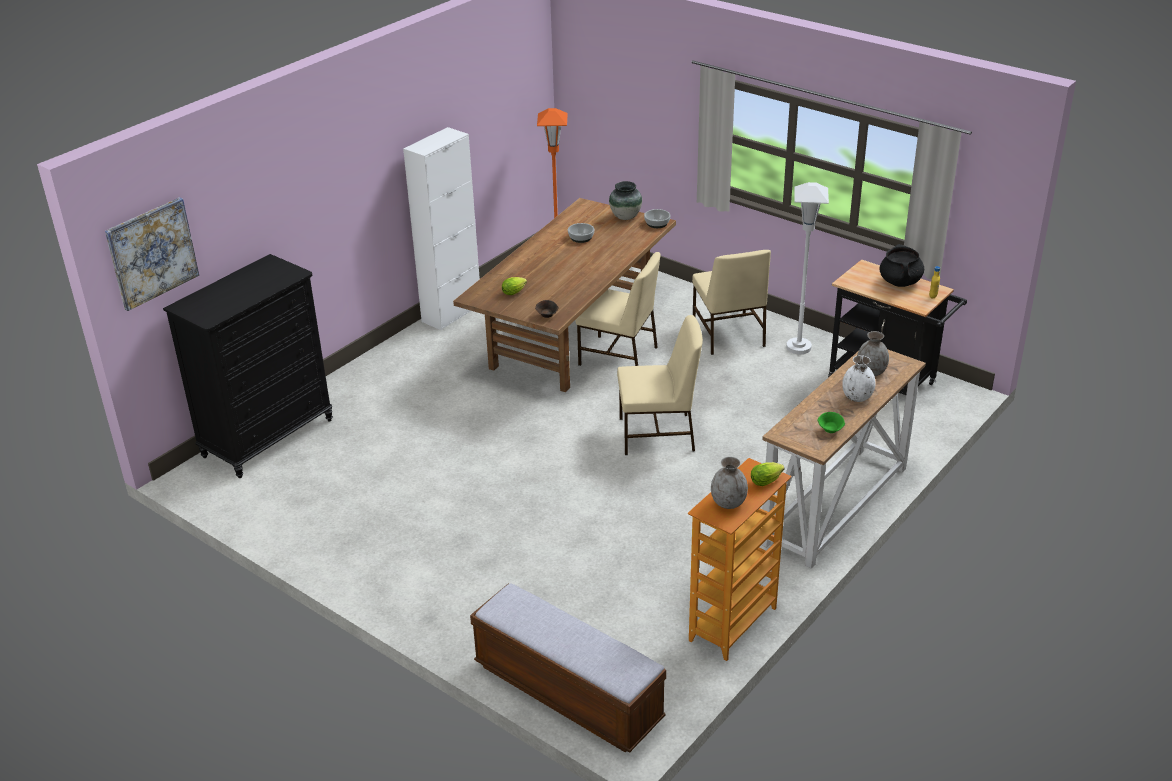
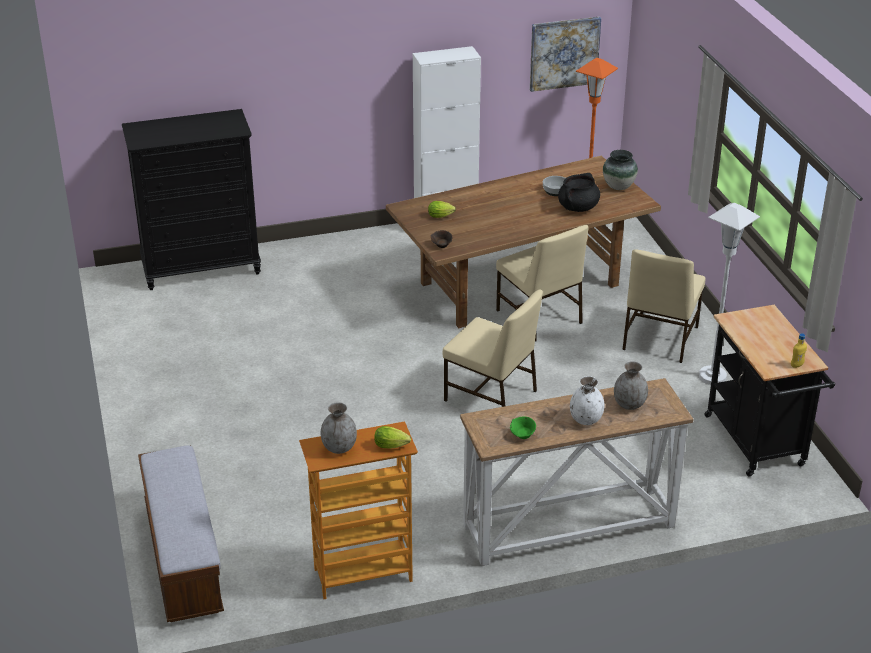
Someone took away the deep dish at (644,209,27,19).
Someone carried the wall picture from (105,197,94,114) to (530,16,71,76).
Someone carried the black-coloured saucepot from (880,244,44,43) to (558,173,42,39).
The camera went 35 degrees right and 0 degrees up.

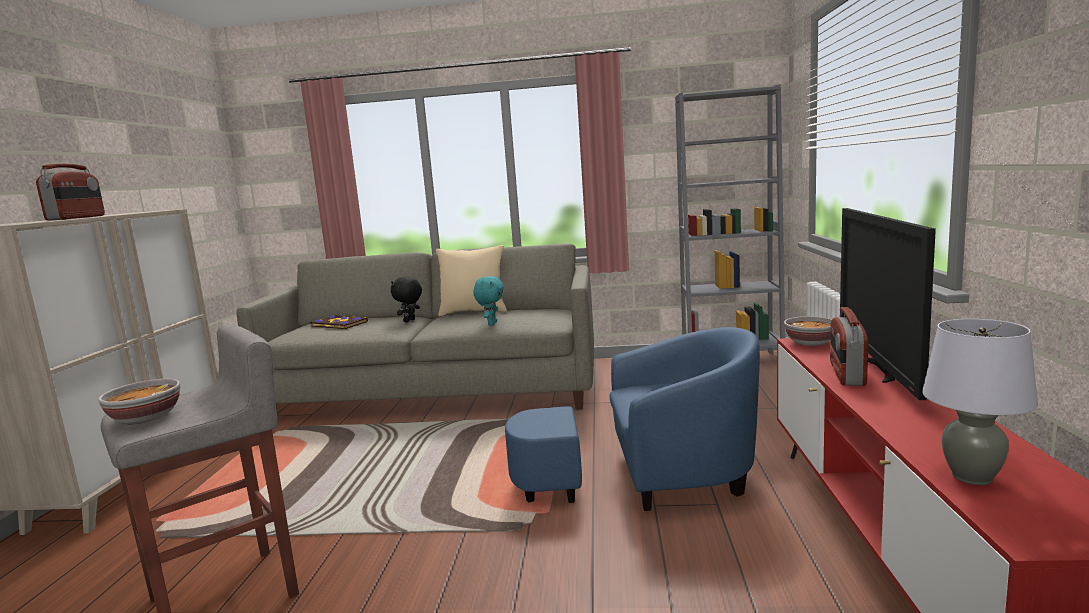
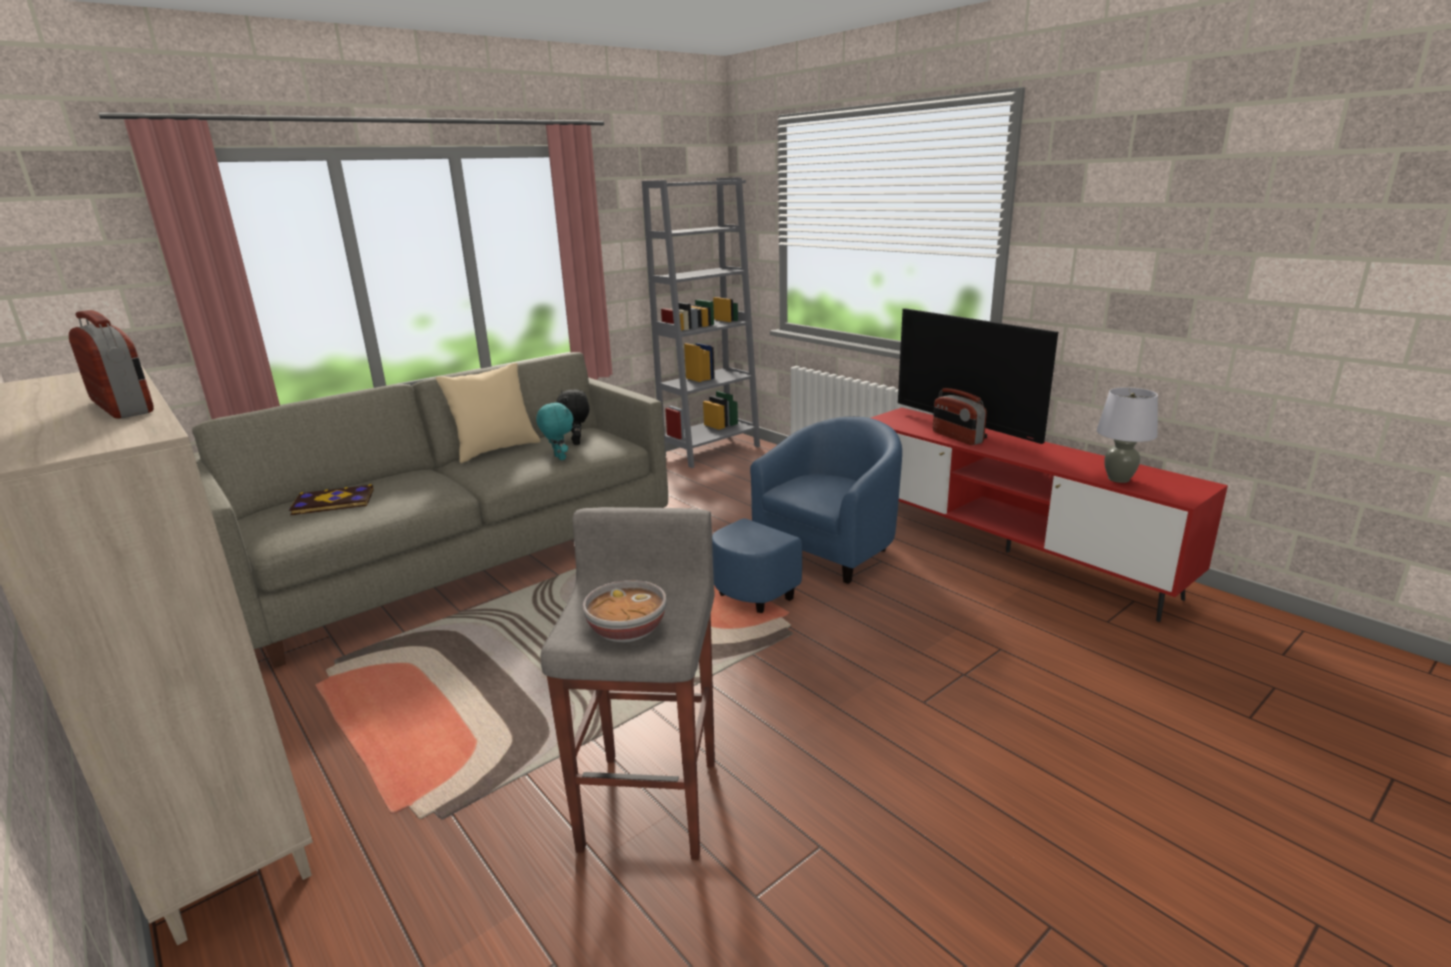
Someone took away the deep dish at (784,316,48,30).
Someone carried the black-coloured plush toy from (391,276,31,46) to (557,389,32,56).
The camera went 45 degrees left and 10 degrees up.

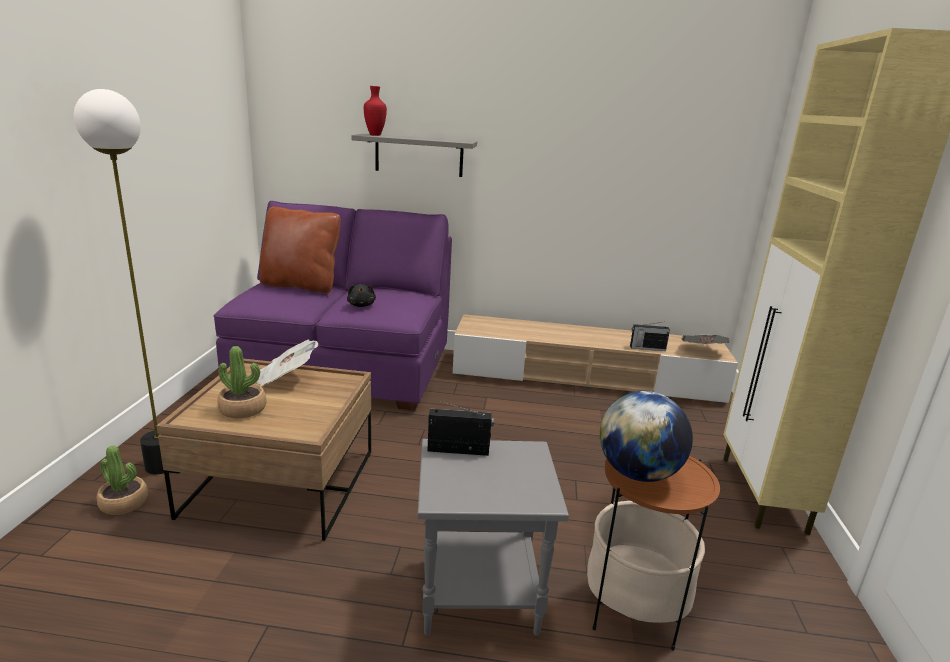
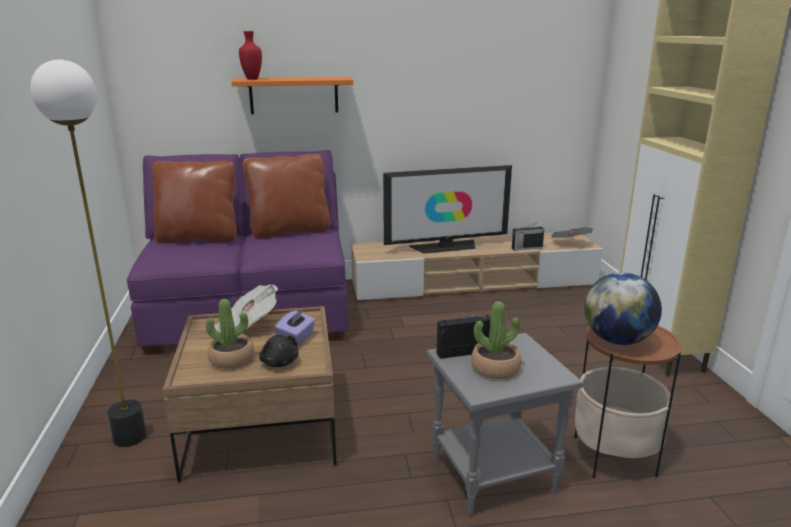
Someone put down the brown-coloured pillow at (243,154,88,84).
Someone put down the purplish box of tissues at (275,309,40,38).
Someone put down the TV at (383,165,129,88).
Someone carried the potted plant from (97,445,51,70) to (471,301,51,78).
Someone carried the black-coloured plush toy from (347,284,29,23) to (259,335,40,32).
Someone repainted the grey wall shelf at (352,133,125,44), which became the orange wall shelf at (232,77,121,37).
The camera went 15 degrees left and 0 degrees up.

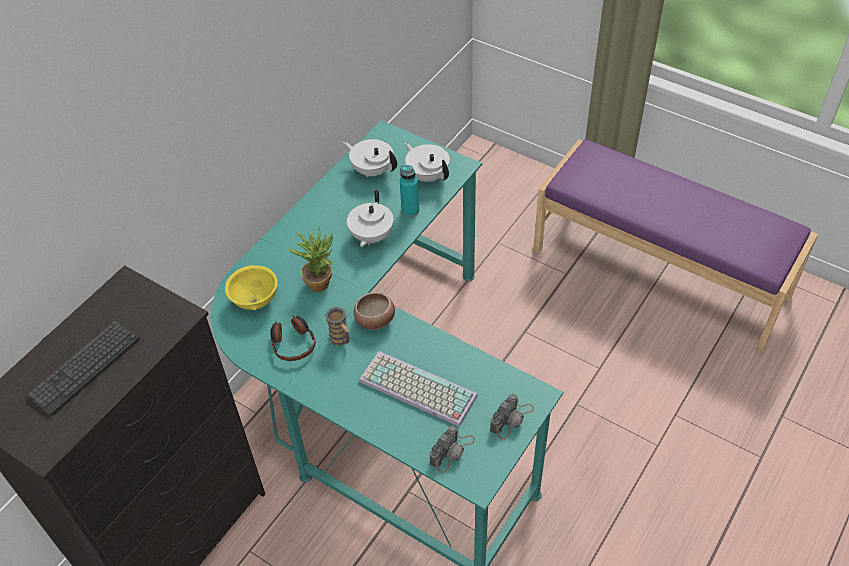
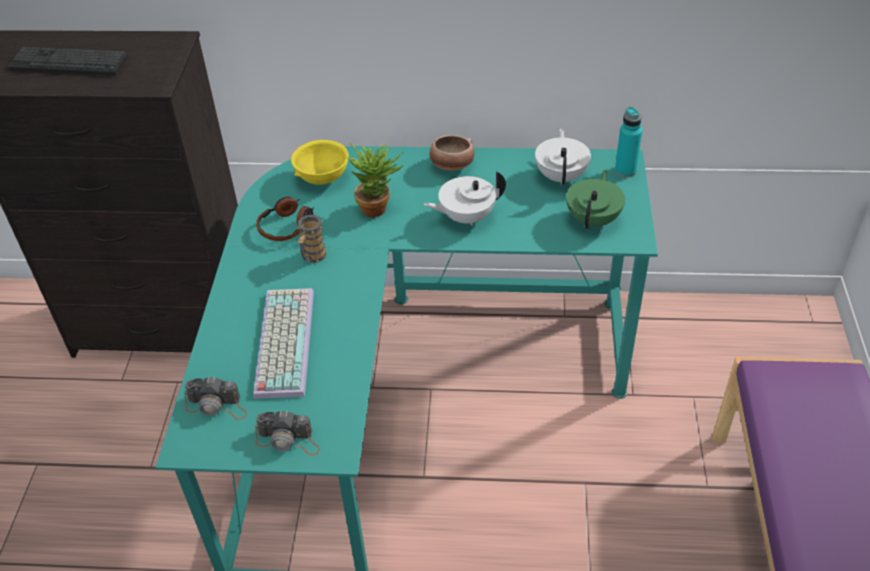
Someone carried the deep dish from (354,290,41,40) to (429,135,45,35).
Someone carried the turquoise drink bottle from (400,165,19,52) to (615,107,27,71).
Someone repainted the whitish pot for tea at (405,142,45,40), which became the greenish pot for tea at (566,170,59,59).
The camera went 60 degrees right and 5 degrees down.

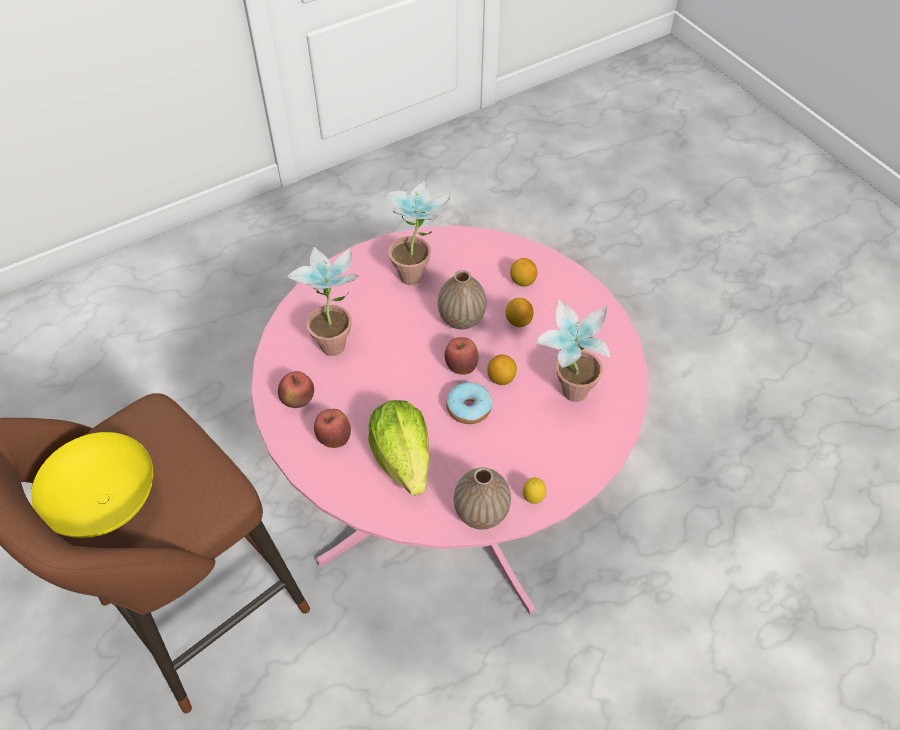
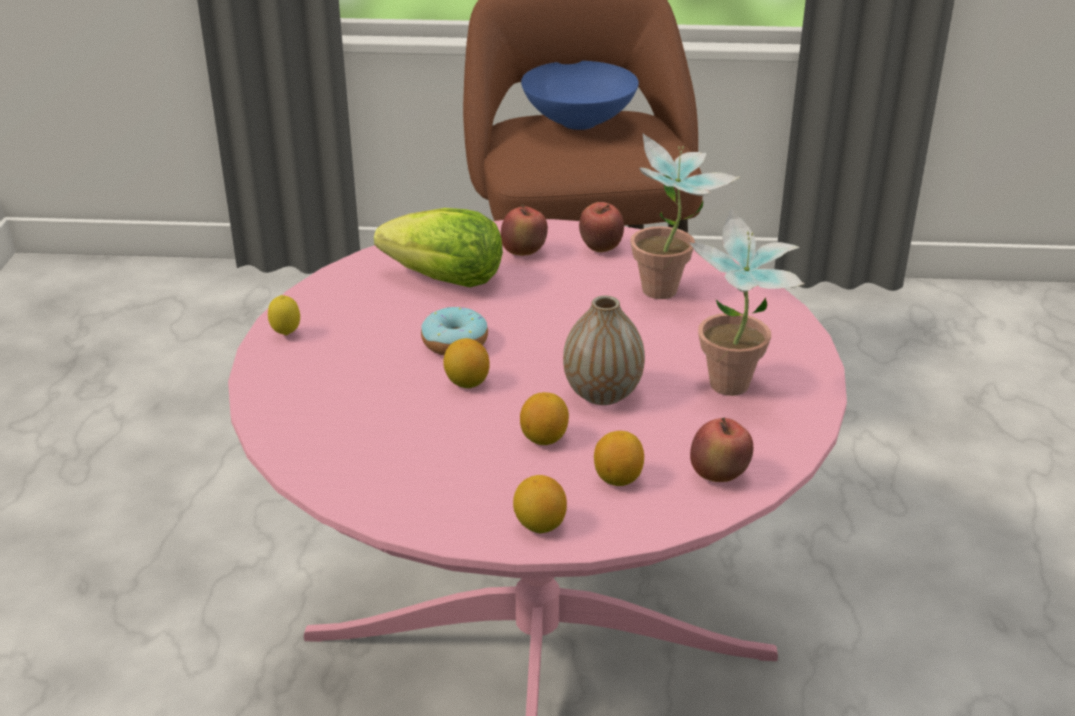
Someone took away the vase at (454,467,57,62).
Someone took away the potted plant at (535,300,76,102).
Someone put down the lemon at (513,475,54,58).
Someone carried the apple fruit from (445,337,34,38) to (690,417,63,65).
Someone repainted the yellow-coloured deep dish at (31,432,122,106), which became the blue-coloured deep dish at (521,61,118,69).
The camera went 125 degrees right and 20 degrees down.

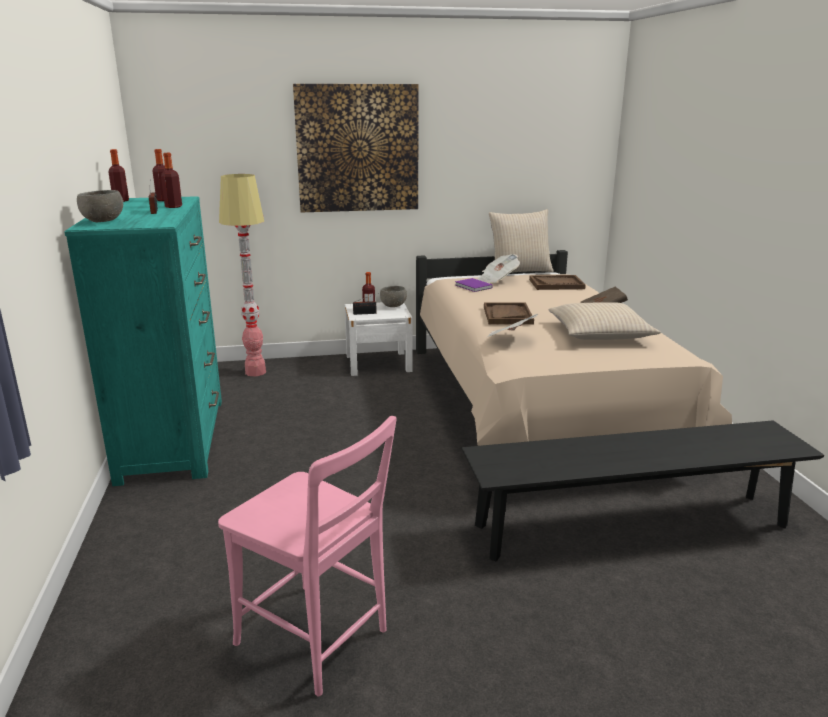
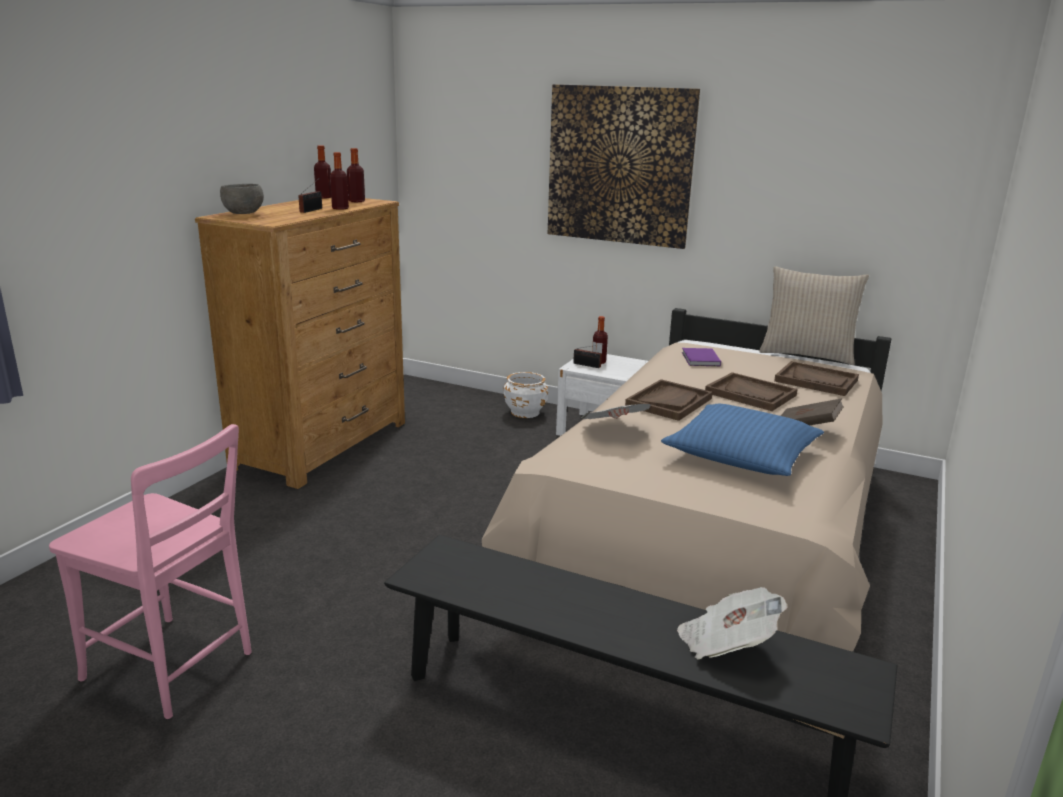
Someone took away the floor lamp at (219,174,47,202).
Someone took away the grey deep dish at (380,286,27,21).
Someone put down the whitish planter at (503,372,45,46).
Someone put down the brown-coloured carrying tray at (705,372,93,39).
Someone carried the daily paper from (477,254,43,29) to (677,587,110,73).
Someone repainted the turquoise chest of drawers at (64,196,158,290), which became the brown-coloured chest of drawers at (195,198,210,291).
Someone repainted the beige-coloured pillow at (548,302,113,38), which became the blue-coloured pillow at (661,404,163,72).
Someone rotated the pinkish upright chair at (218,416,178,280) by 45 degrees counterclockwise.
The camera went 35 degrees right and 0 degrees up.

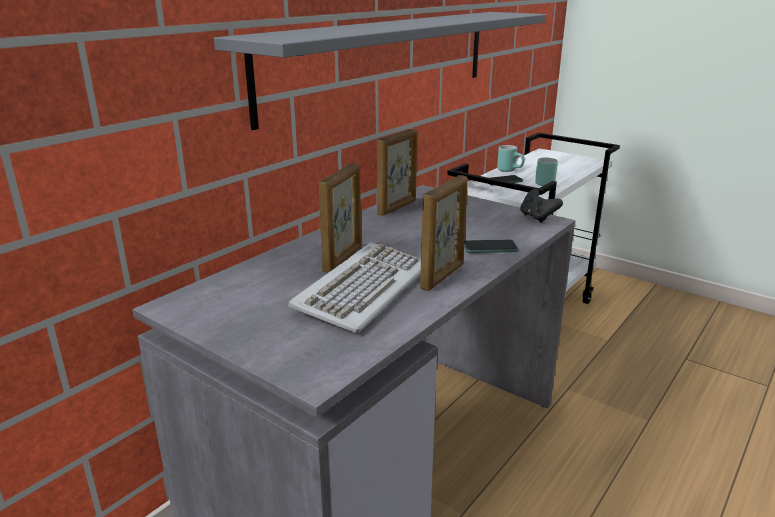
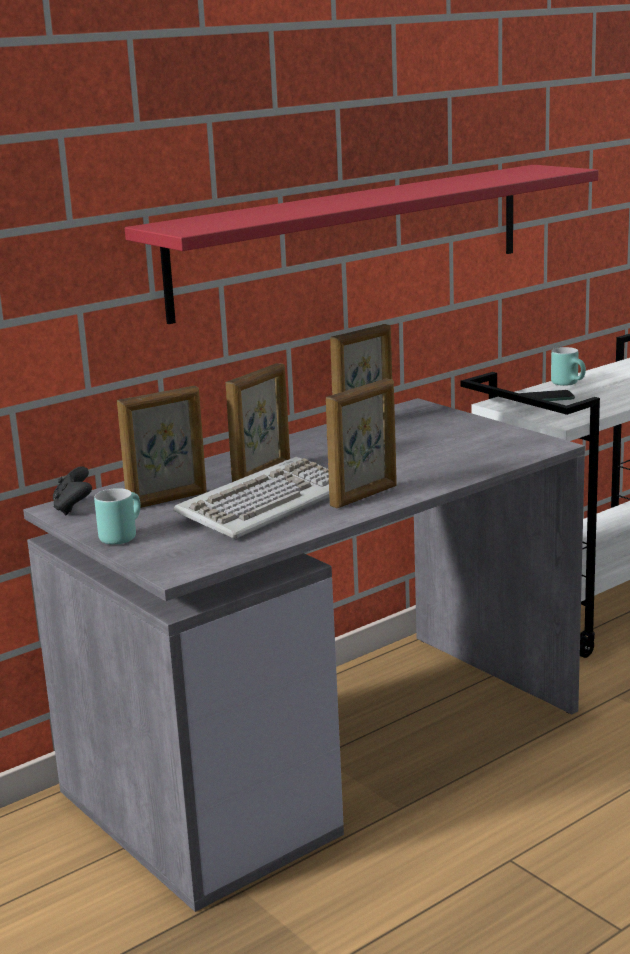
Someone took away the phone at (464,240,55,13).
Someone put down the picture frame at (117,386,90,122).
Someone carried the black-coloured game controller from (520,189,43,34) to (53,466,39,49).
Someone carried the turquoise coffee mug from (535,157,23,29) to (94,488,46,57).
Someone repainted the grey wall shelf at (214,12,332,118), which became the red wall shelf at (125,165,474,159).
The camera went 15 degrees right and 5 degrees down.

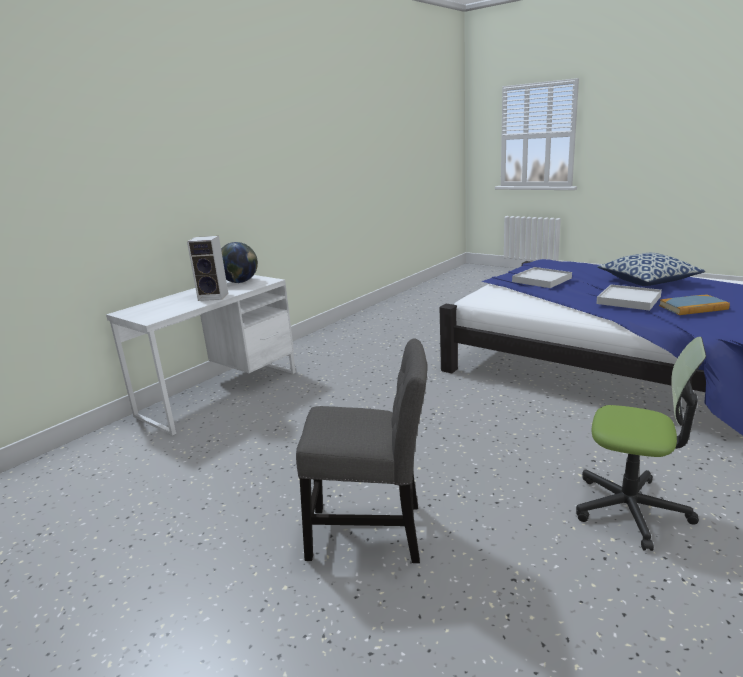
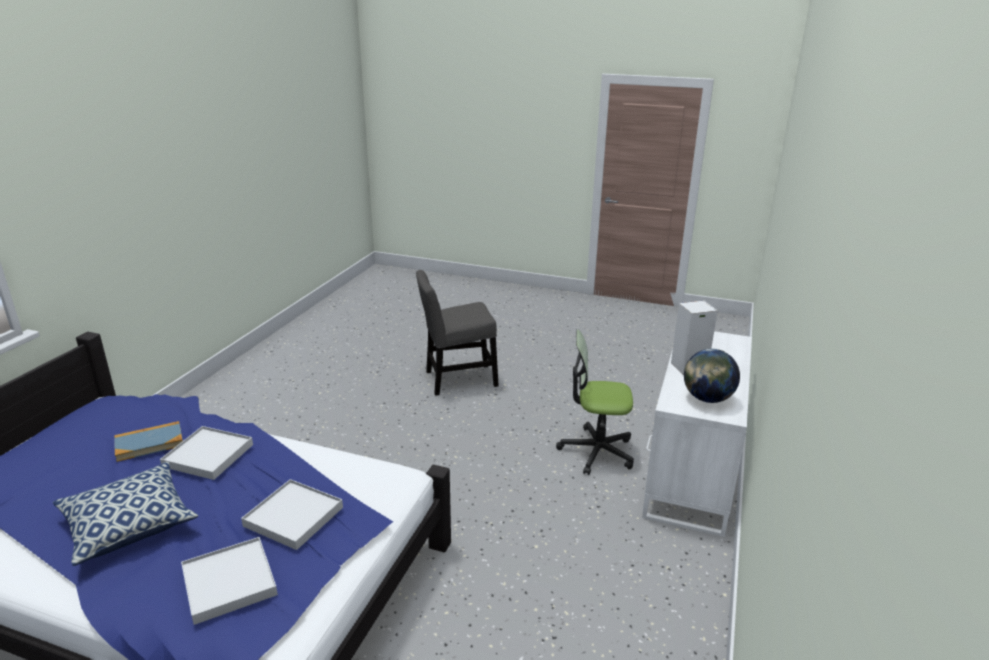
Someone put down the whitish carrying tray at (181,537,97,88).
Someone carried the office chair from (576,337,130,214) to (556,329,78,146).
The camera went 160 degrees right and 5 degrees up.

